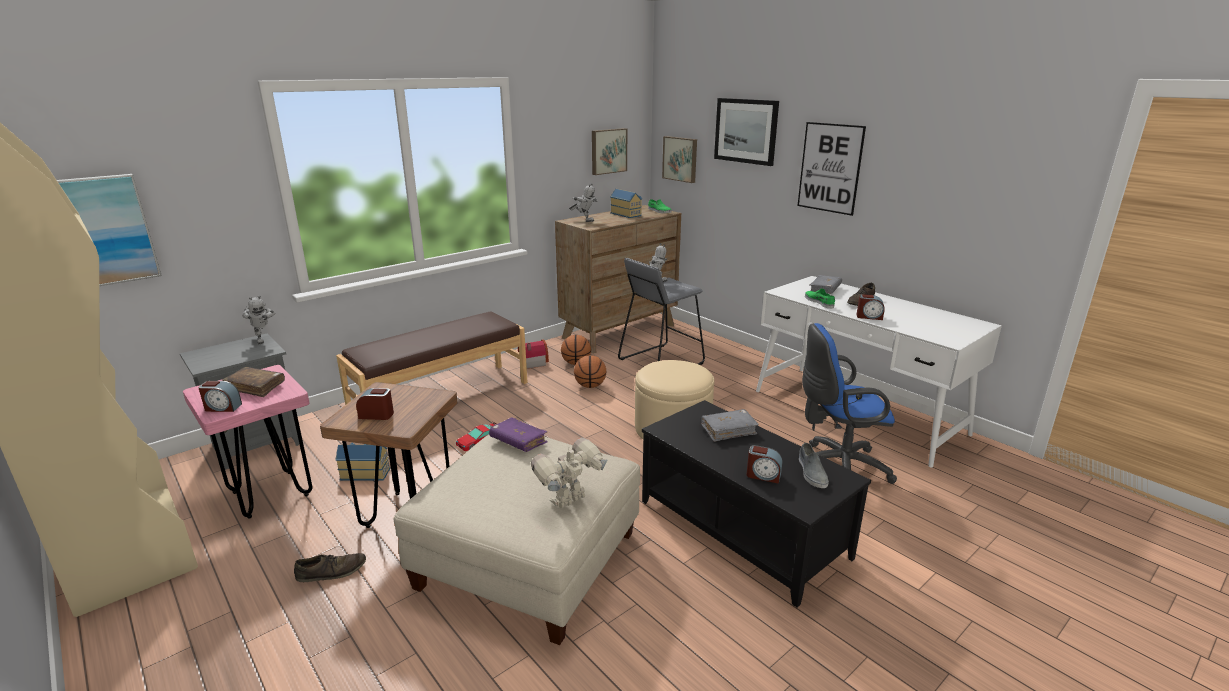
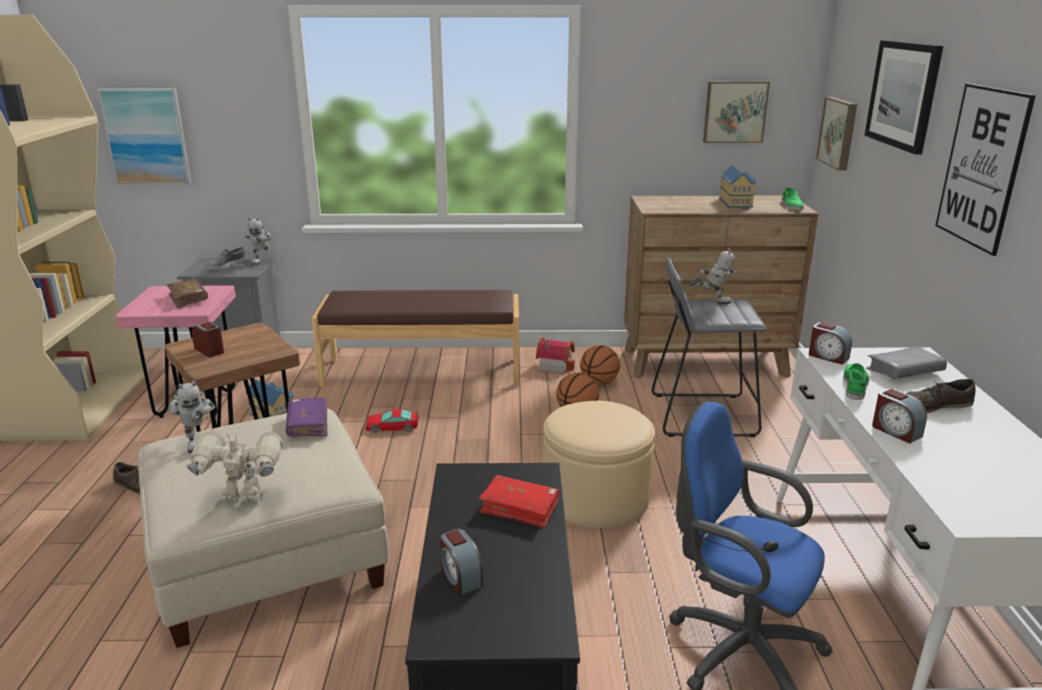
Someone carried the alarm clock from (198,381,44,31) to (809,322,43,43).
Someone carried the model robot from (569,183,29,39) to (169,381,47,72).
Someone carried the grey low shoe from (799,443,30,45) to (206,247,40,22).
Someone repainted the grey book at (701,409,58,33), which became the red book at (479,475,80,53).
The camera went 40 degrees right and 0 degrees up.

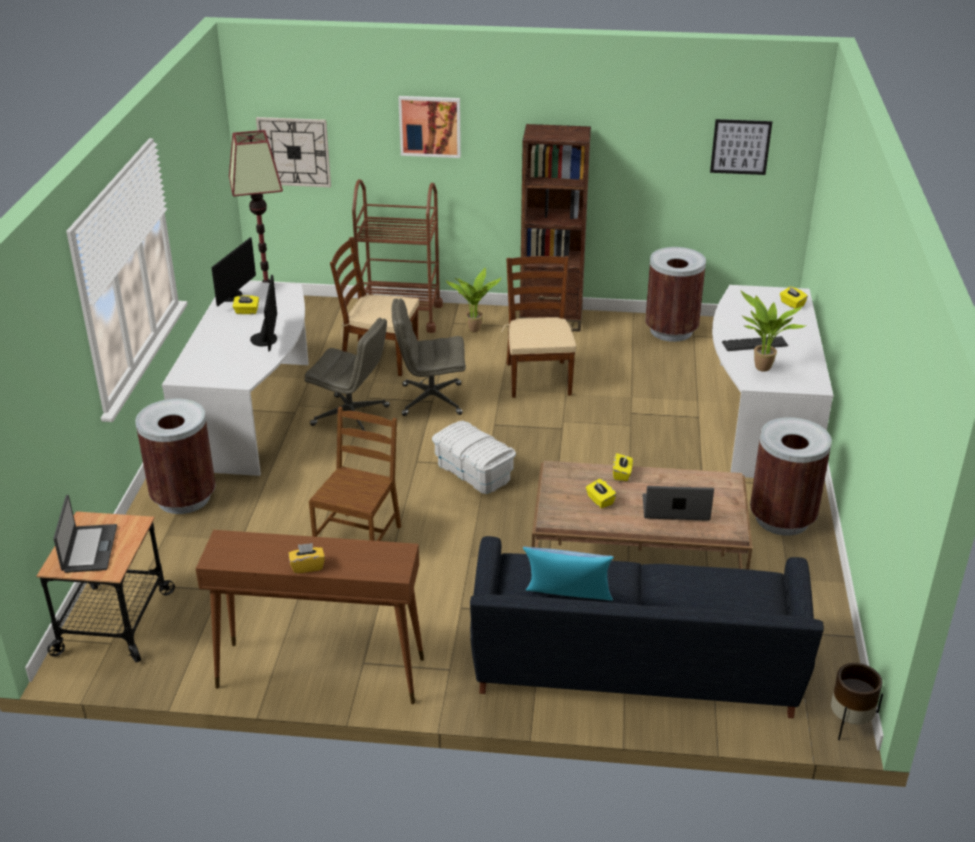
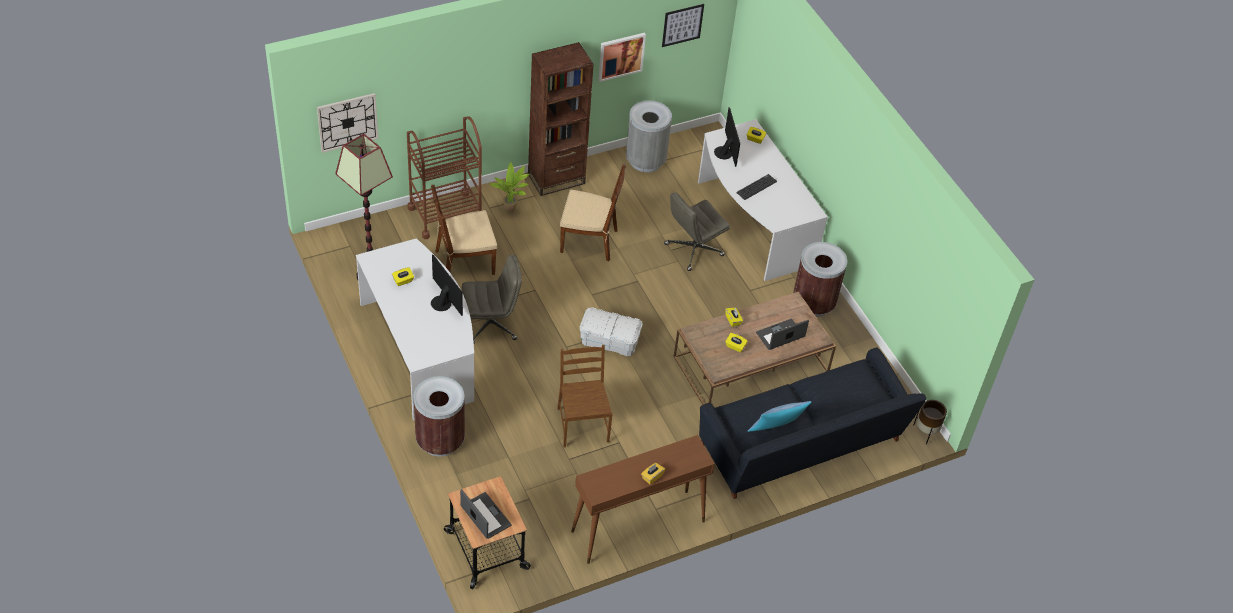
Someone took away the potted plant at (741,290,66,82).
Someone carried the monitor from (211,237,45,69) to (714,108,26,59).
Someone carried the grey office chair from (392,298,74,118) to (664,192,66,79).
Someone carried the wall picture from (398,96,63,62) to (598,33,48,49).
Someone repainted the brown-coloured waste bin at (645,247,61,95), which became the grey waste bin at (626,100,46,72).
Someone rotated the brown-coloured upright chair at (501,256,75,142) by 135 degrees clockwise.
The camera went 35 degrees left and 15 degrees up.

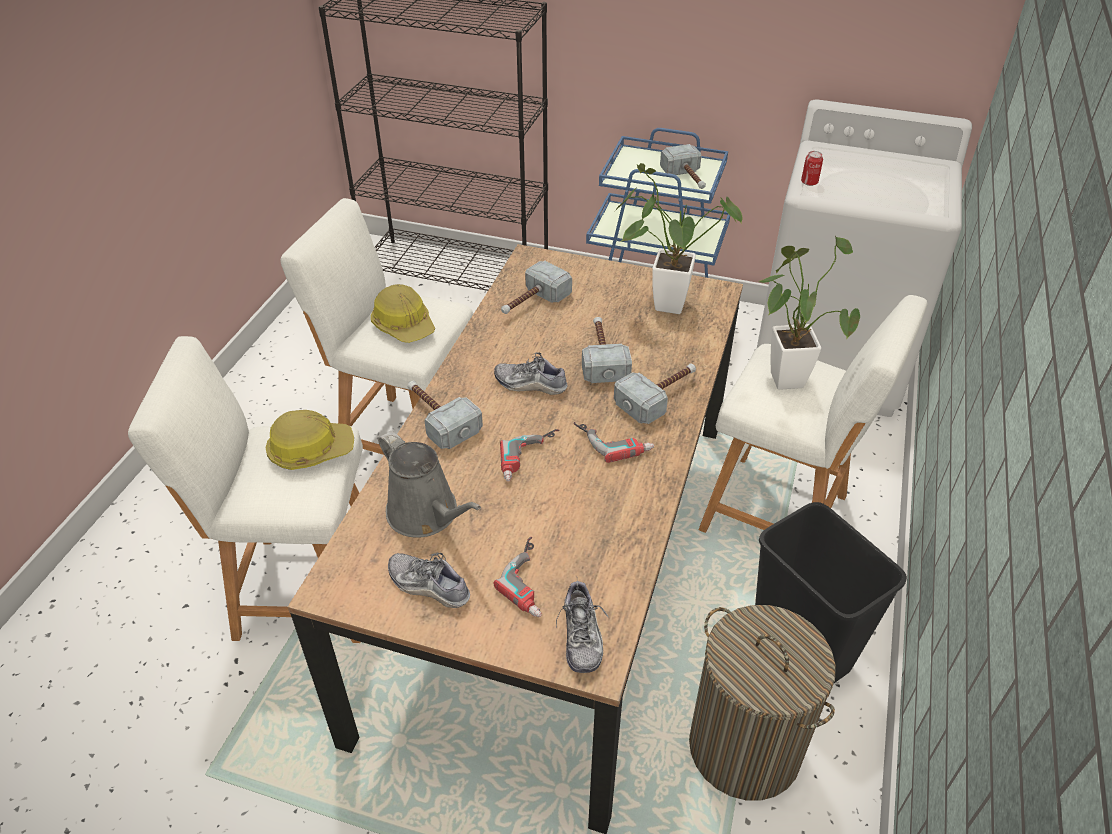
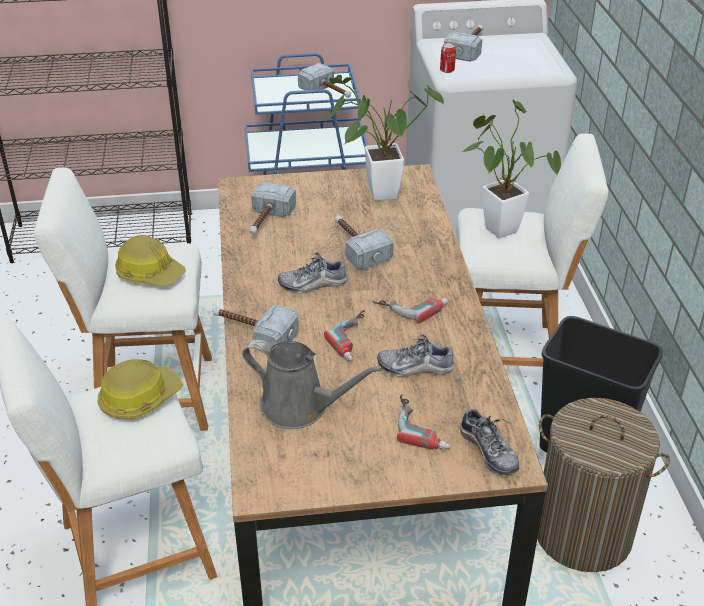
Someone carried the low shoe from (388,552,82,56) to (377,334,78,43).
Someone carried the hammer from (614,364,82,60) to (444,25,39,37).
The camera went 25 degrees left and 5 degrees down.

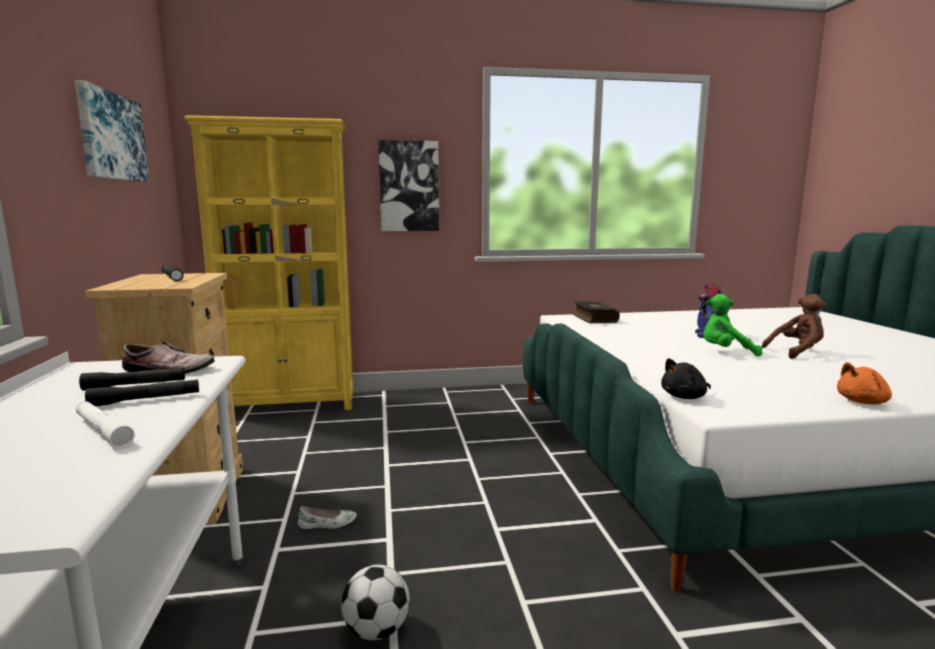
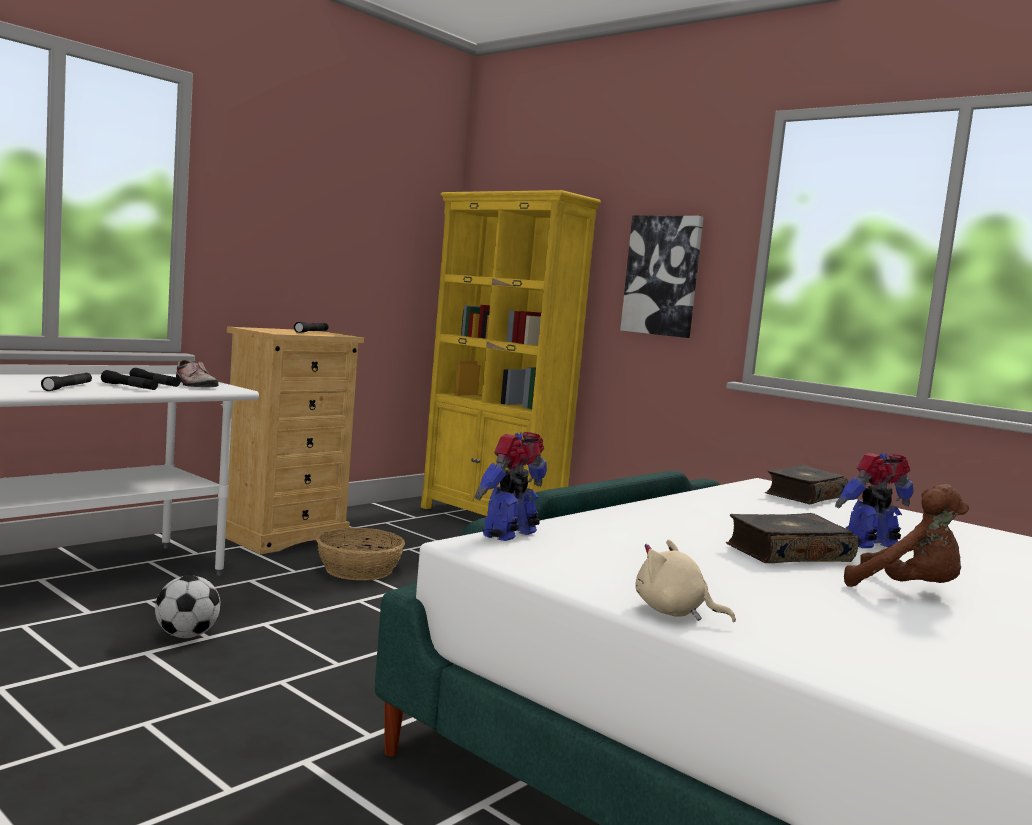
Someone took away the wall picture at (74,80,76,102).
Someone took away the whitish low shoe at (298,506,59,23).
Someone put down the storage basket at (316,528,89,53).
Someone swapped the black-coloured plush toy at (661,358,50,41) for the model robot at (474,432,73,109).
Someone swapped the greenish plush toy at (703,294,59,62) for the book at (726,513,132,50).
Someone repainted the whitish hand torch at (76,401,59,47), which became the black-coloured hand torch at (41,373,51,18).
Someone repainted the orange plush toy at (837,362,55,43), which became the beige-coloured plush toy at (635,539,101,83).
The camera went 50 degrees right and 5 degrees down.

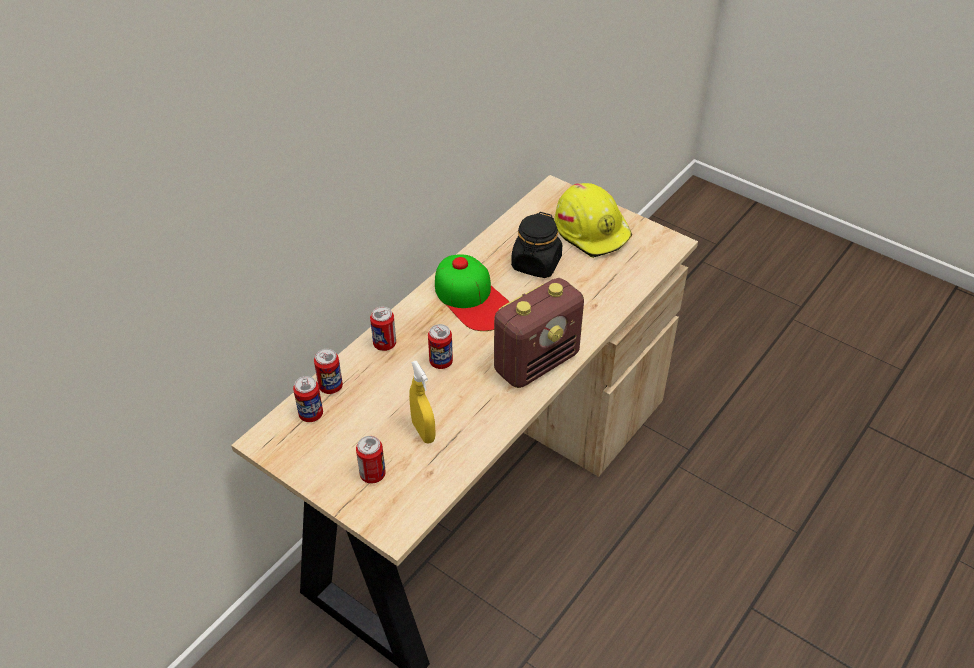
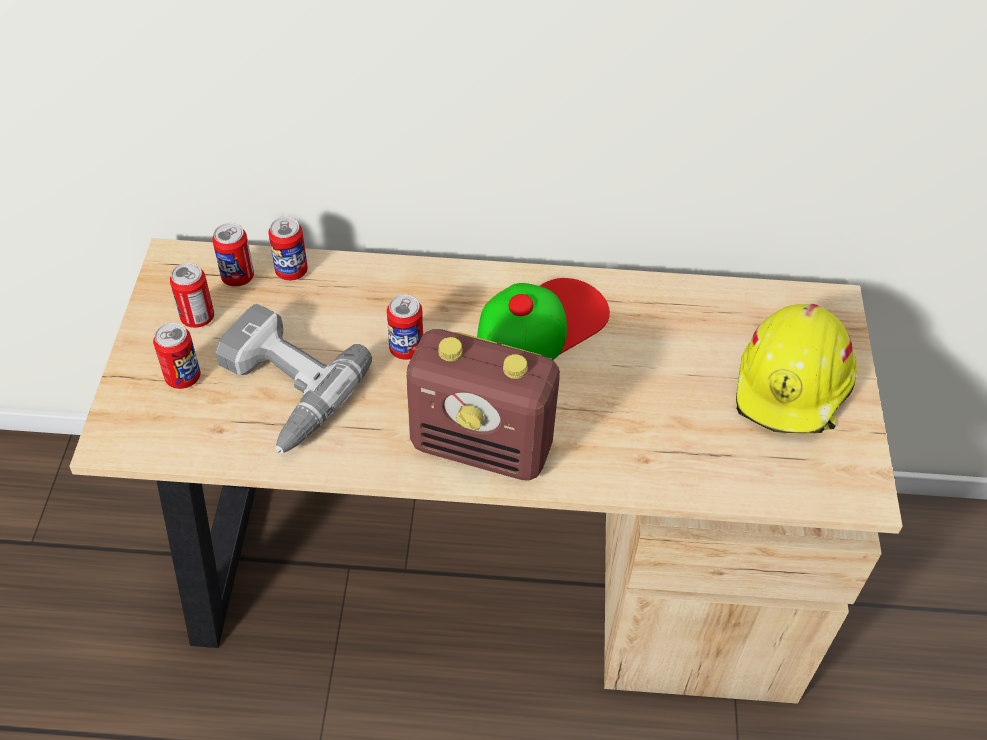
Someone took away the black-coloured preserve jar at (511,212,51,66).
Someone carried the can from (370,307,26,44) to (170,263,44,65).
Someone swapped the yellow-coloured hand sprayer at (409,361,27,83) for the drill at (215,304,157,149).
Someone rotated the baseball cap at (435,254,74,77) by 150 degrees counterclockwise.
The camera went 55 degrees right and 5 degrees up.

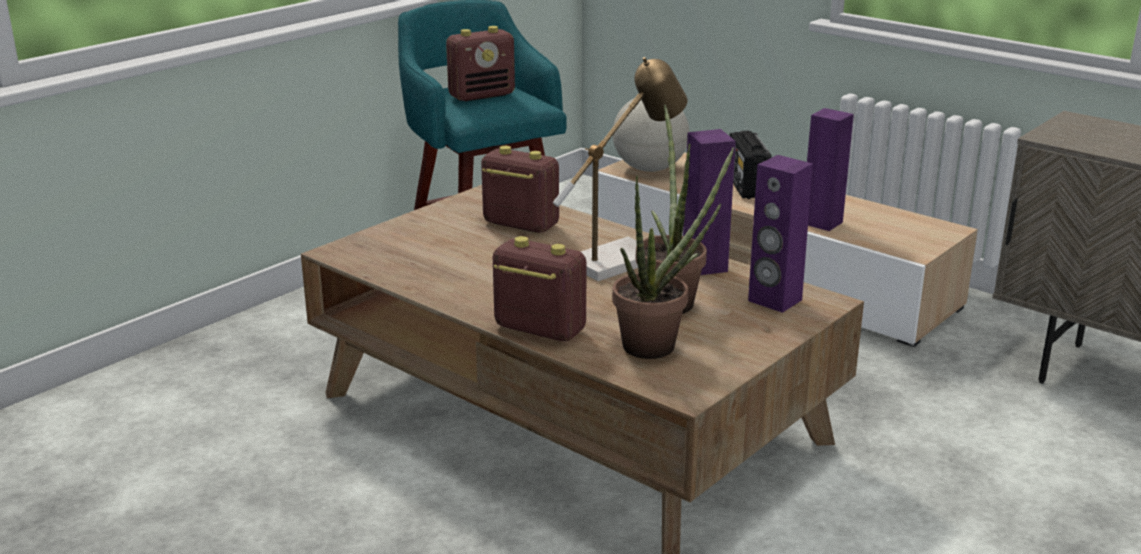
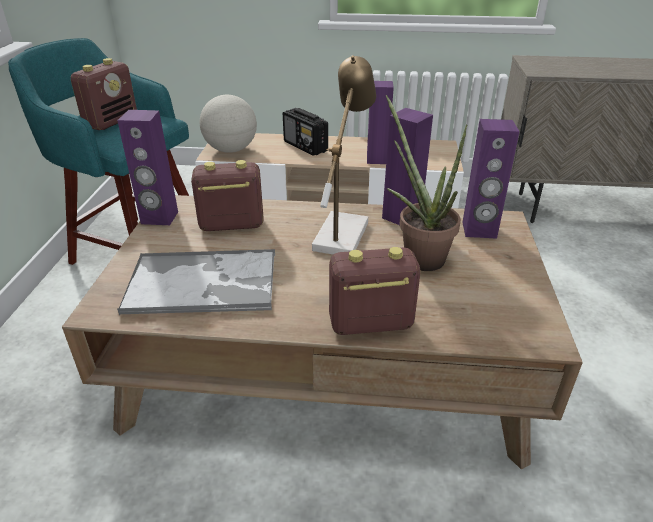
Someone took away the potted plant at (612,147,122,212).
Someone put down the purplish speaker at (117,110,61,115).
Someone put down the carrying tray at (117,249,158,66).
The camera went 35 degrees left and 10 degrees up.

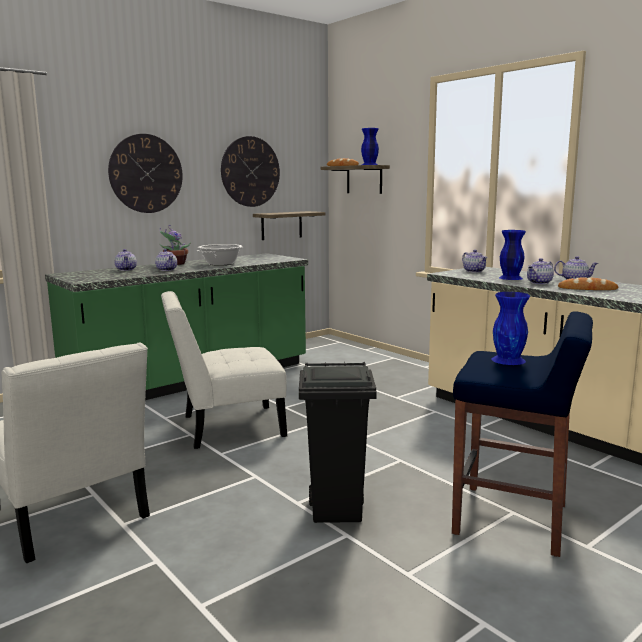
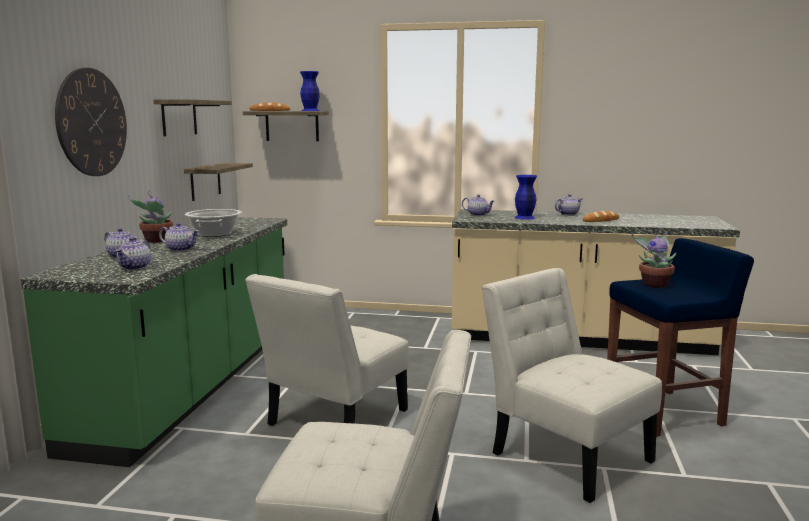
Someone carried the pot for tea from (527,258,27,26) to (116,237,35,33).
Someone swapped the wall clock at (221,136,59,71) for the wall shelf at (153,99,79,37).
Someone swapped the black-coloured waste bin at (299,362,78,161) for the whitish upright chair at (482,268,180,235).
Someone swapped the blue-coloured vase at (491,292,39,73) for the potted plant at (632,230,44,58).
The camera went 40 degrees left and 0 degrees up.

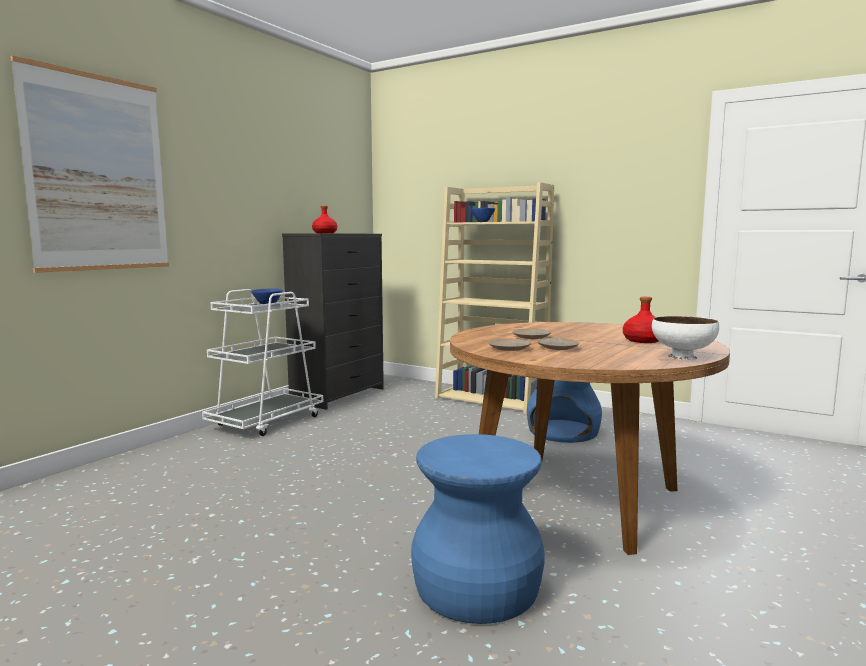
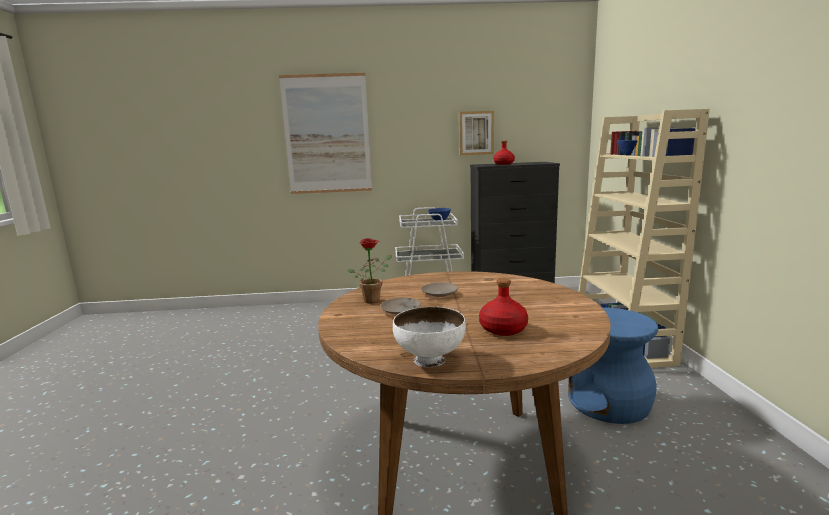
Someone took away the blue-coloured stool at (411,434,134,190).
Someone put up the wall picture at (459,111,35,44).
Someone swapped the beige-coloured flat dish at (488,339,43,12) for the potted plant at (348,238,44,66).
The camera went 55 degrees right and 5 degrees up.

